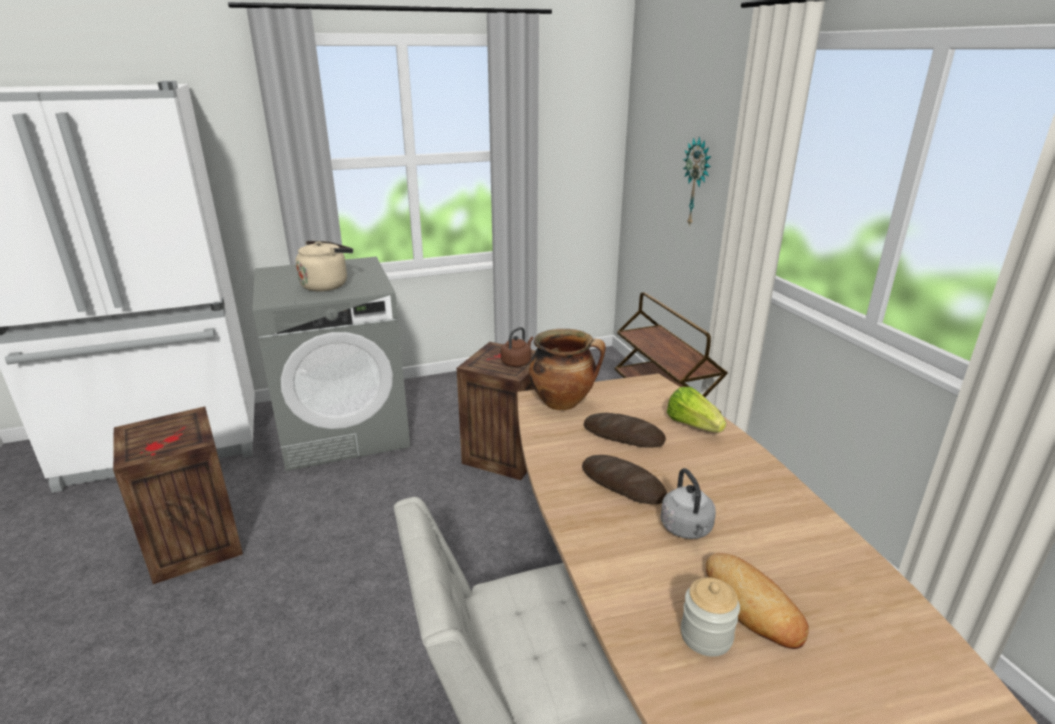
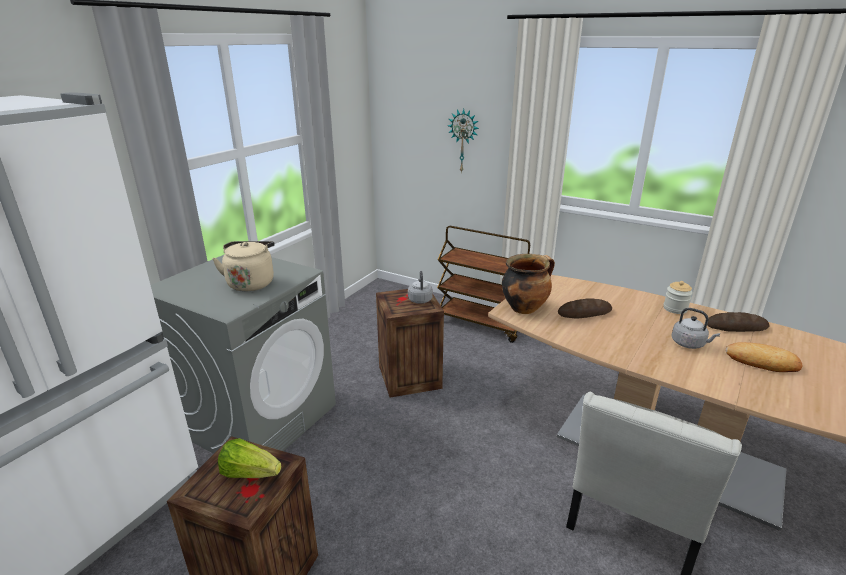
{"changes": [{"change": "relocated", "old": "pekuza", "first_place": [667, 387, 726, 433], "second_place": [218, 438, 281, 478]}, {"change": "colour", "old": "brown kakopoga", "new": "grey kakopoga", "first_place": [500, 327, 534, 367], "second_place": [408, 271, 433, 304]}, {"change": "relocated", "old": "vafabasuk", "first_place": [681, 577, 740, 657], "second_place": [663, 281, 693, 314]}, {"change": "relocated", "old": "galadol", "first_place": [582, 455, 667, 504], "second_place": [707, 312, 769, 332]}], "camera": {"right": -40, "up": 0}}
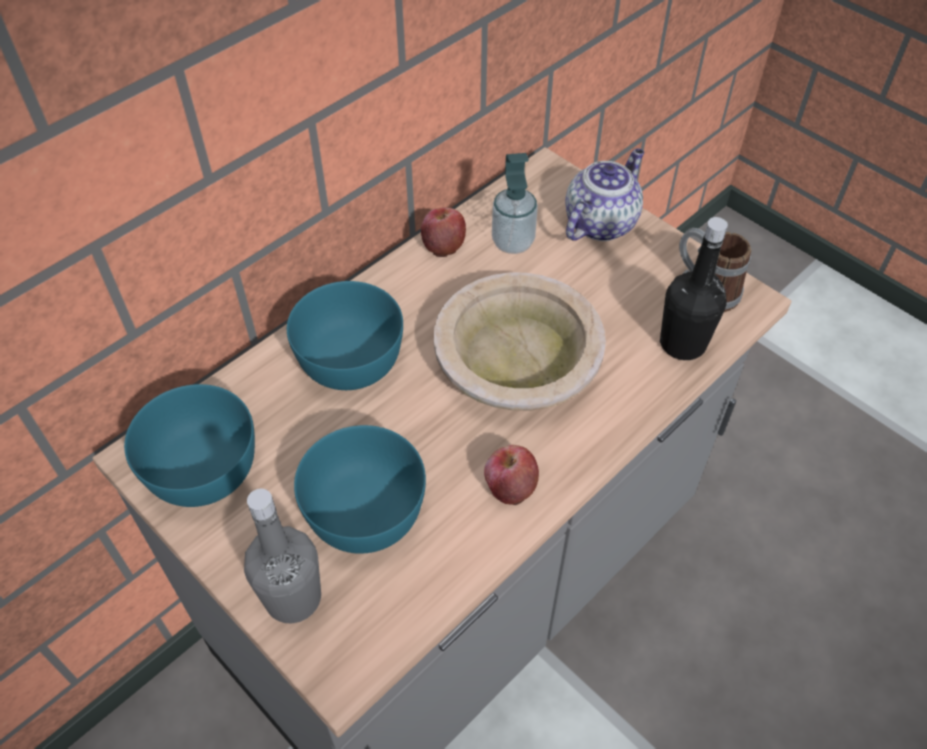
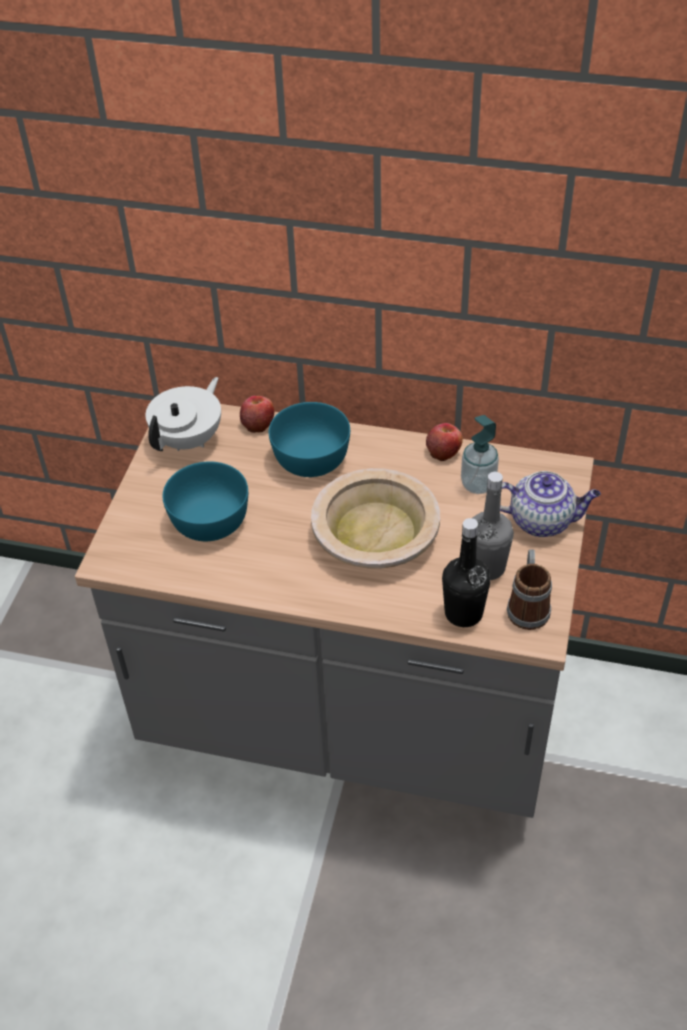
{"changes": [{"change": "exchanged", "old": "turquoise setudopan", "new": "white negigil", "first_place": [124, 384, 255, 507], "second_place": [146, 377, 221, 451]}, {"change": "relocated", "old": "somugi", "first_place": [484, 445, 539, 505], "second_place": [240, 396, 274, 433]}, {"change": "relocated", "old": "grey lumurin", "first_place": [244, 489, 321, 623], "second_place": [473, 472, 514, 580]}], "camera": {"right": 60, "up": -5}}
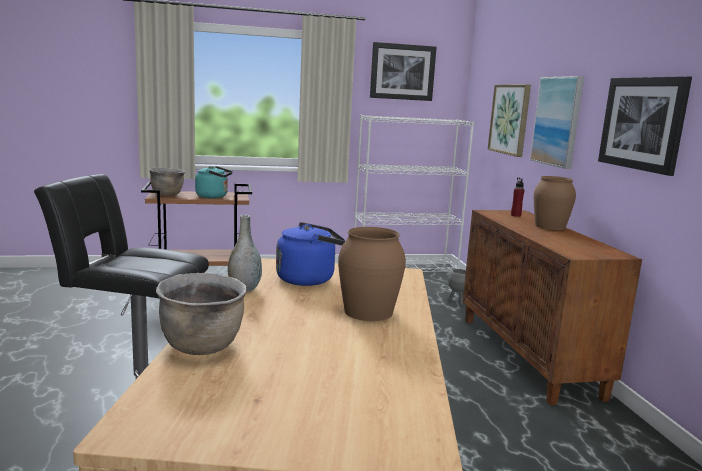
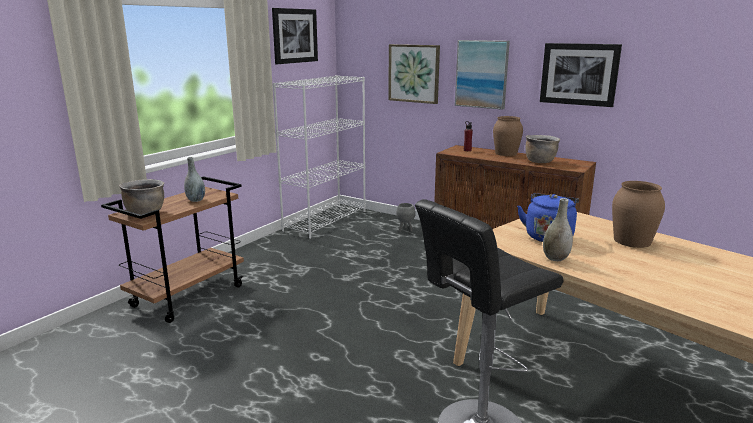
{"changes": [{"change": "exchanged", "old": "turquoise kakopoga", "new": "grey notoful", "first_place": [195, 166, 233, 198], "second_place": [184, 157, 205, 202]}, {"change": "relocated", "old": "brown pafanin", "first_place": [156, 273, 247, 355], "second_place": [525, 135, 560, 163]}], "camera": {"right": -45, "up": 5}}
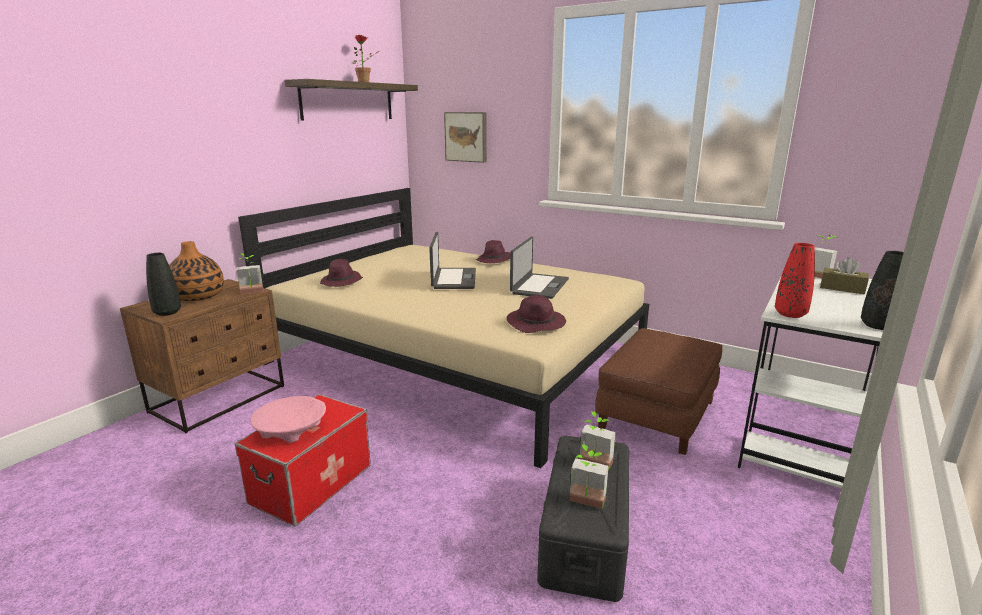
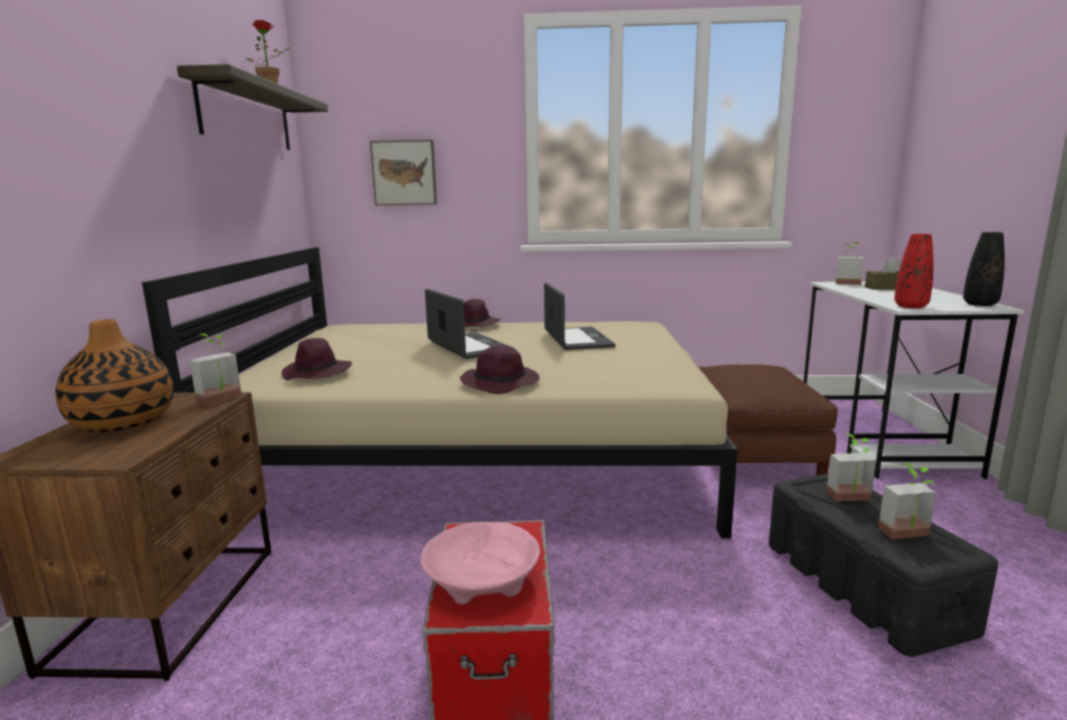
{"changes": [{"change": "relocated", "old": "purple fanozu", "first_place": [507, 295, 566, 333], "second_place": [460, 345, 540, 394]}, {"change": "missing", "old": "black notoful", "first_place": [146, 253, 181, 316]}], "camera": {"right": -30, "up": -5}}
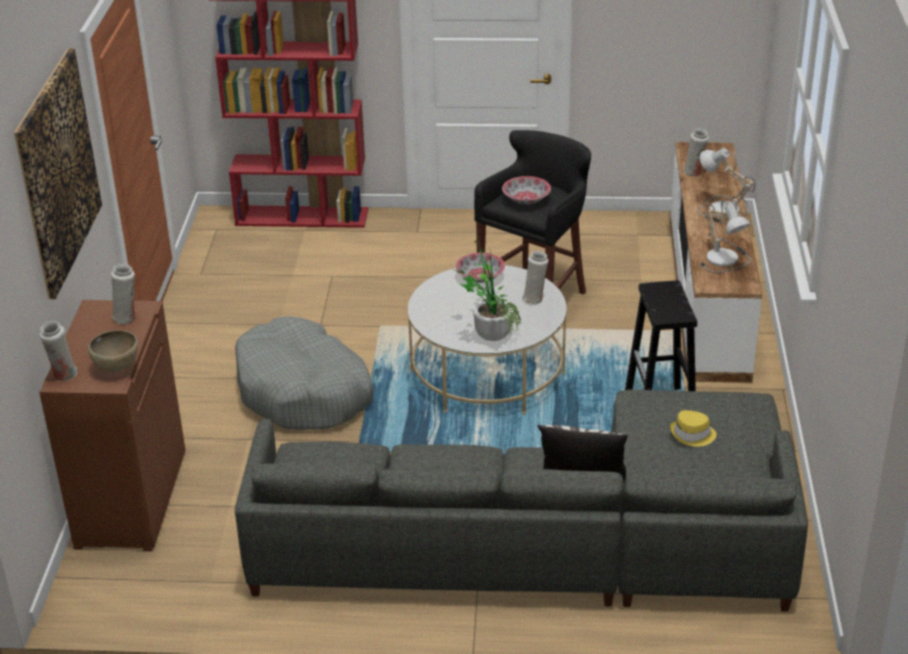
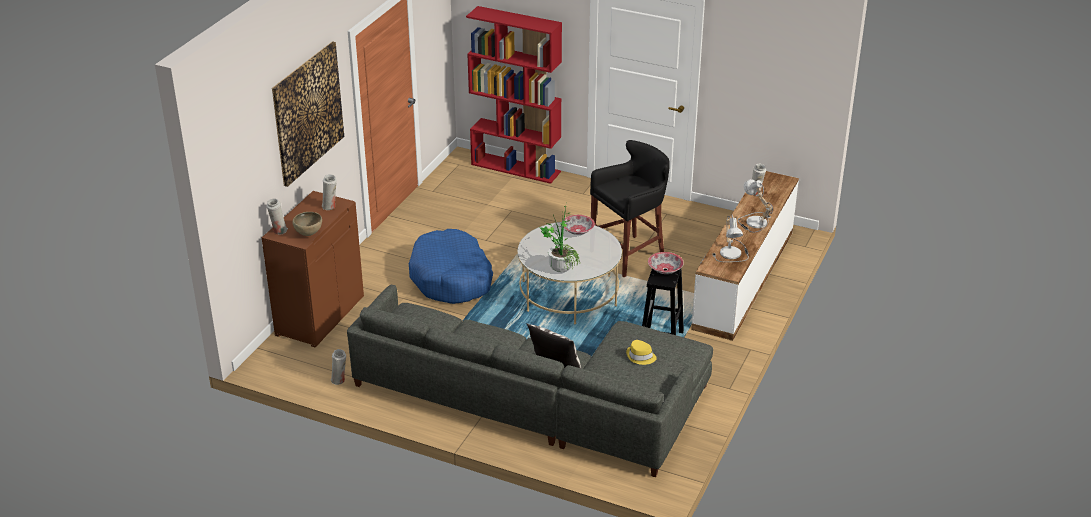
{"changes": [{"change": "relocated", "old": "white notoful", "first_place": [522, 251, 548, 304], "second_place": [331, 349, 346, 385]}, {"change": "colour", "old": "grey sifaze", "new": "blue sifaze", "first_place": [235, 316, 374, 430], "second_place": [409, 229, 493, 304]}, {"change": "relocated", "old": "setudopan", "first_place": [502, 176, 551, 204], "second_place": [648, 252, 684, 274]}], "camera": {"right": 20, "up": 0}}
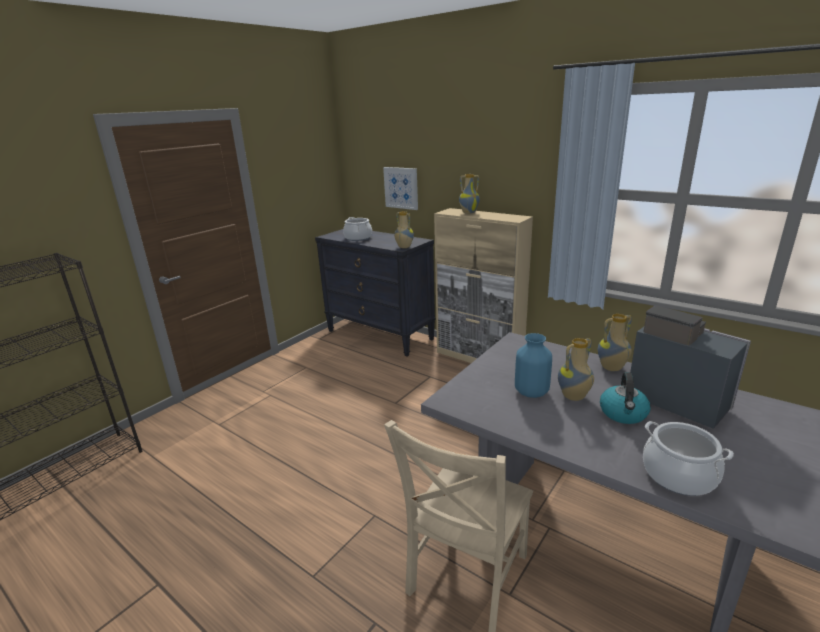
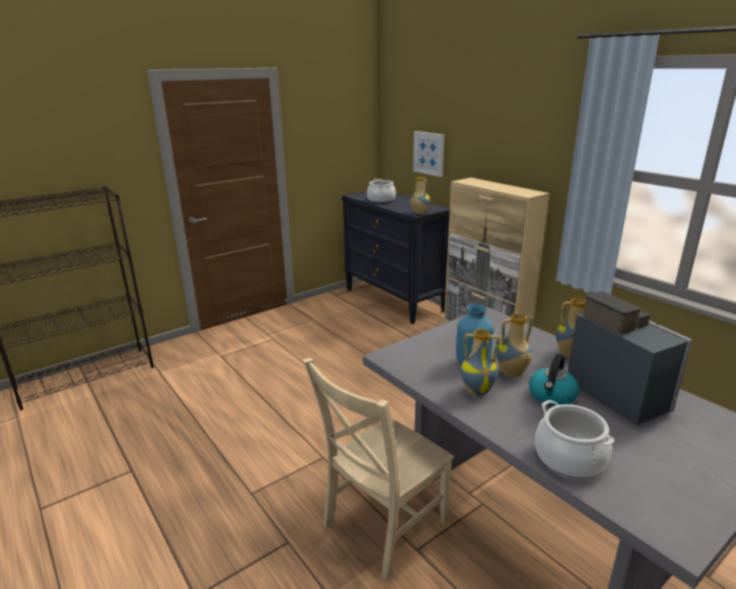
{"changes": [{"change": "relocated", "old": "notoful", "first_place": [459, 174, 480, 214], "second_place": [460, 329, 500, 396]}], "camera": {"right": 15, "up": 0}}
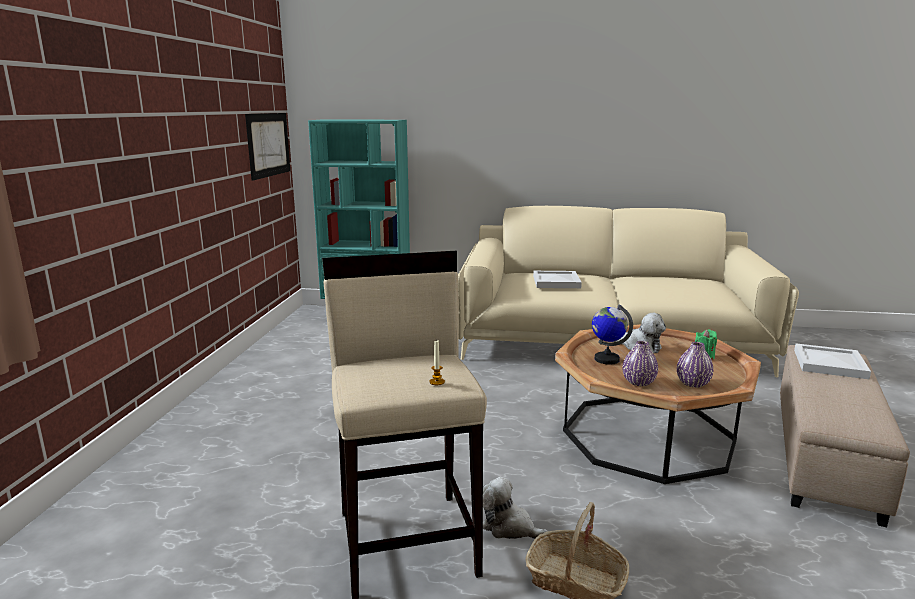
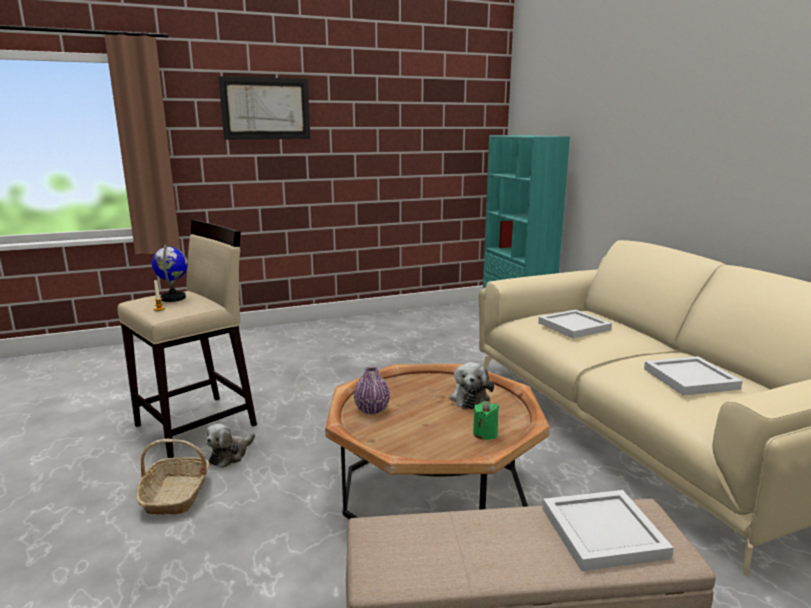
{"changes": [{"change": "relocated", "old": "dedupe", "first_place": [592, 304, 633, 365], "second_place": [152, 244, 188, 302]}, {"change": "spun", "old": "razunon", "first_place": [483, 477, 548, 539], "second_place": [205, 424, 255, 468], "degrees": -150}, {"change": "relocated", "old": "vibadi", "first_place": [245, 113, 290, 181], "second_place": [218, 76, 310, 140]}, {"change": "appeared", "new": "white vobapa", "second_place": [644, 356, 743, 396]}, {"change": "missing", "old": "purple notoful", "first_place": [677, 342, 713, 388]}], "camera": {"right": 60, "up": 0}}
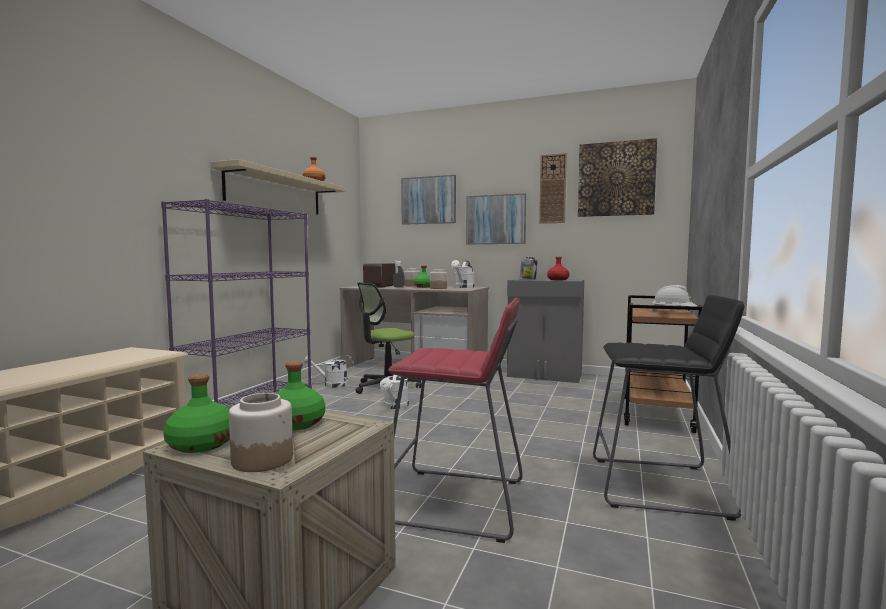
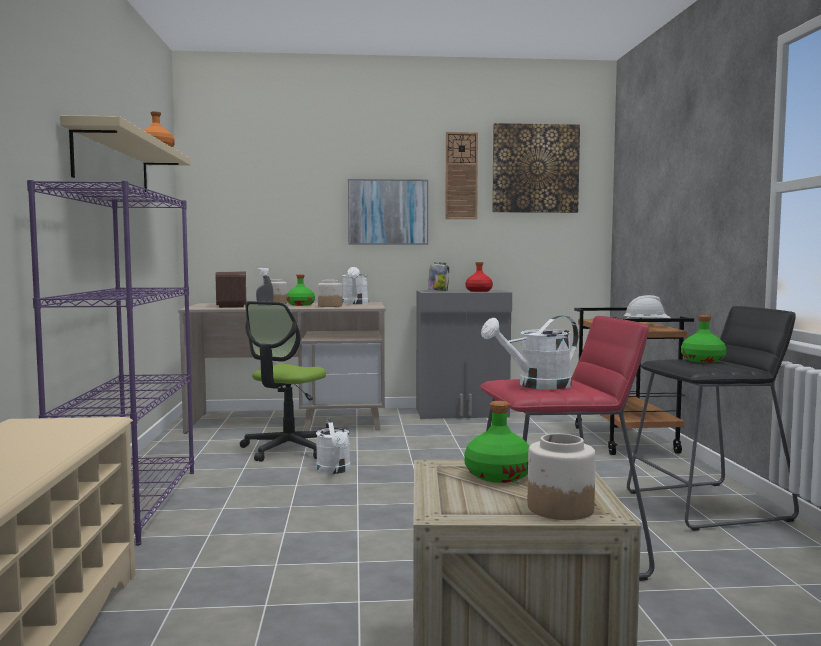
{"changes": [{"change": "relocated", "old": "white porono", "first_place": [304, 355, 353, 387], "second_place": [481, 316, 578, 389]}, {"change": "relocated", "old": "green lumurin", "first_place": [163, 374, 230, 453], "second_place": [681, 315, 726, 363]}, {"change": "missing", "old": "vibadi", "first_place": [401, 175, 456, 225]}], "camera": {"right": -25, "up": 0}}
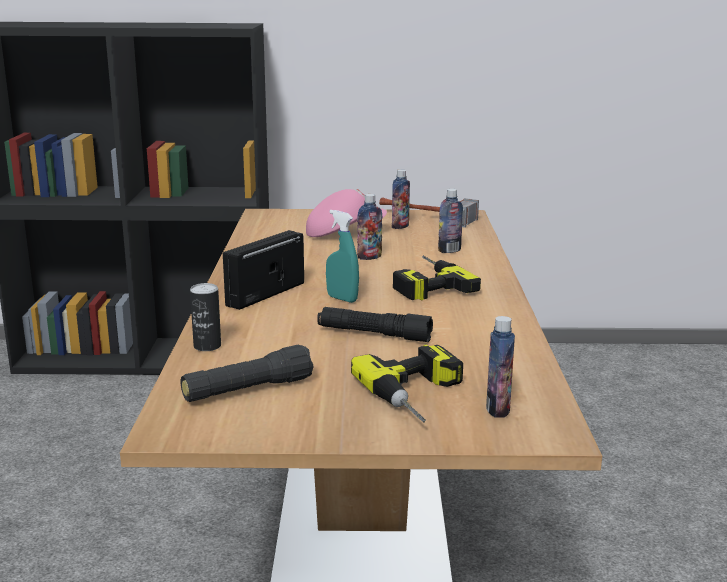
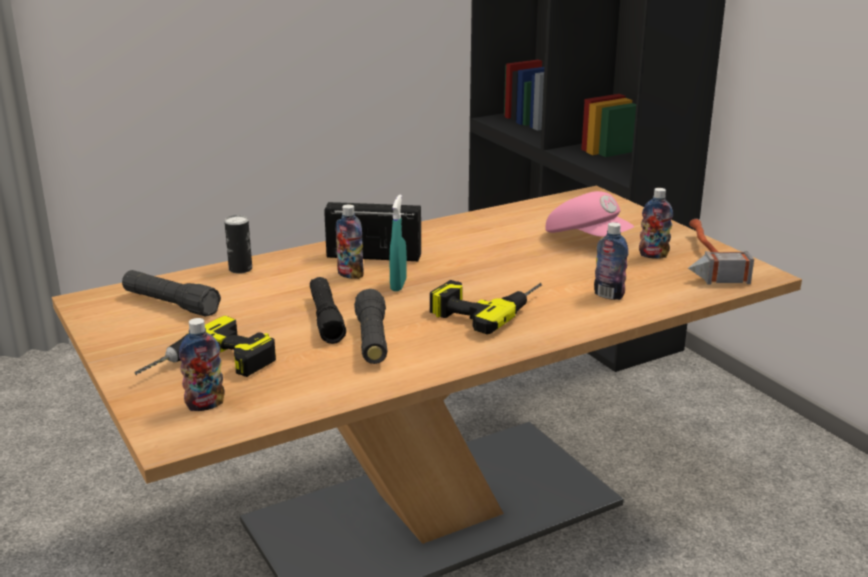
{"changes": [{"change": "relocated", "old": "lumurin", "first_place": [357, 194, 382, 260], "second_place": [336, 204, 364, 279]}, {"change": "appeared", "new": "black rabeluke", "second_place": [354, 289, 387, 364]}], "camera": {"right": 60, "up": 5}}
